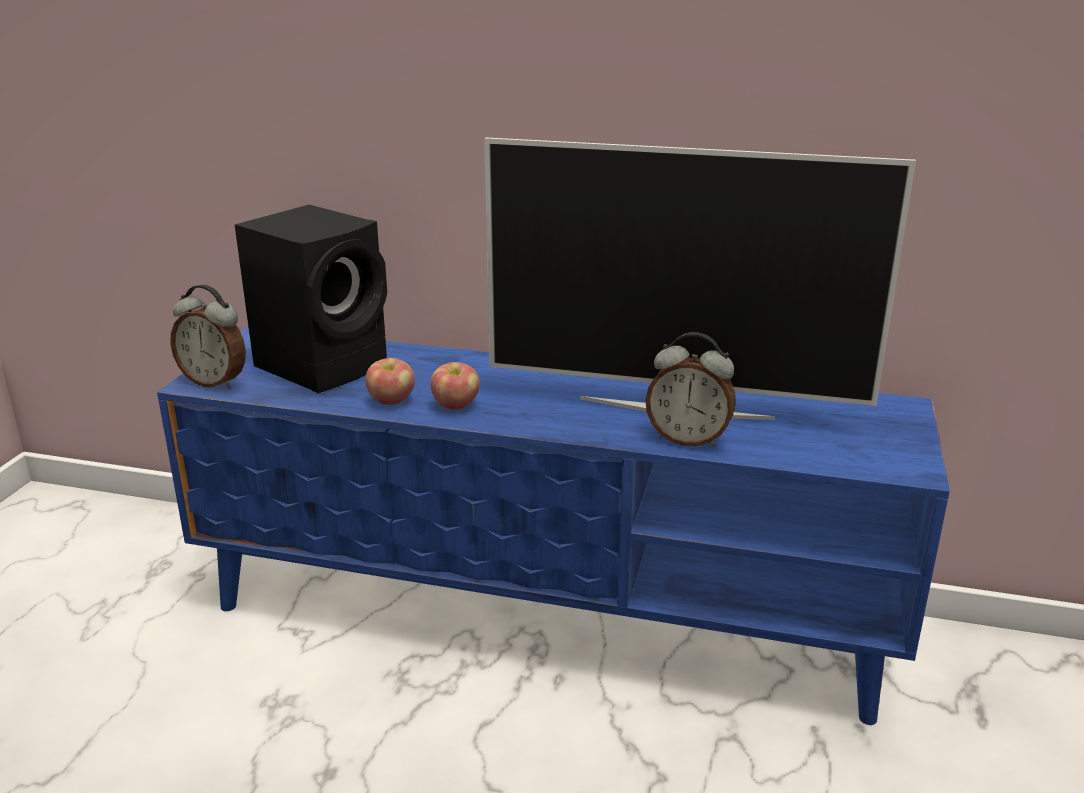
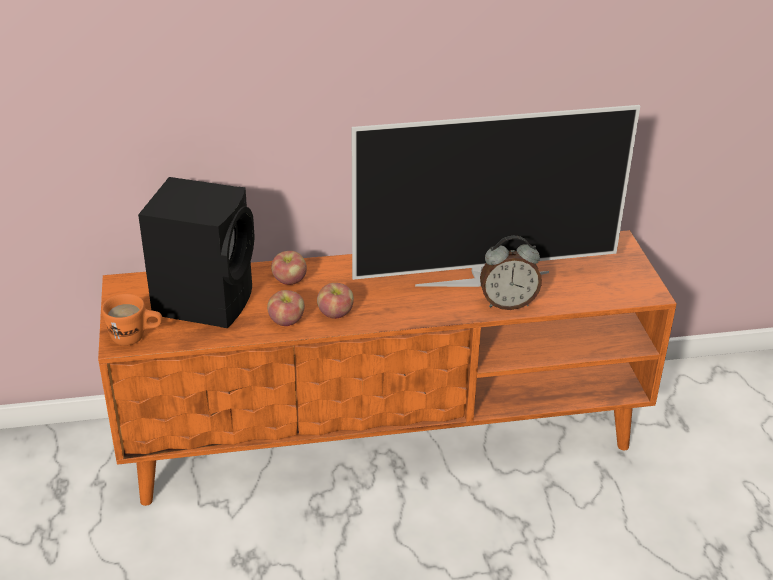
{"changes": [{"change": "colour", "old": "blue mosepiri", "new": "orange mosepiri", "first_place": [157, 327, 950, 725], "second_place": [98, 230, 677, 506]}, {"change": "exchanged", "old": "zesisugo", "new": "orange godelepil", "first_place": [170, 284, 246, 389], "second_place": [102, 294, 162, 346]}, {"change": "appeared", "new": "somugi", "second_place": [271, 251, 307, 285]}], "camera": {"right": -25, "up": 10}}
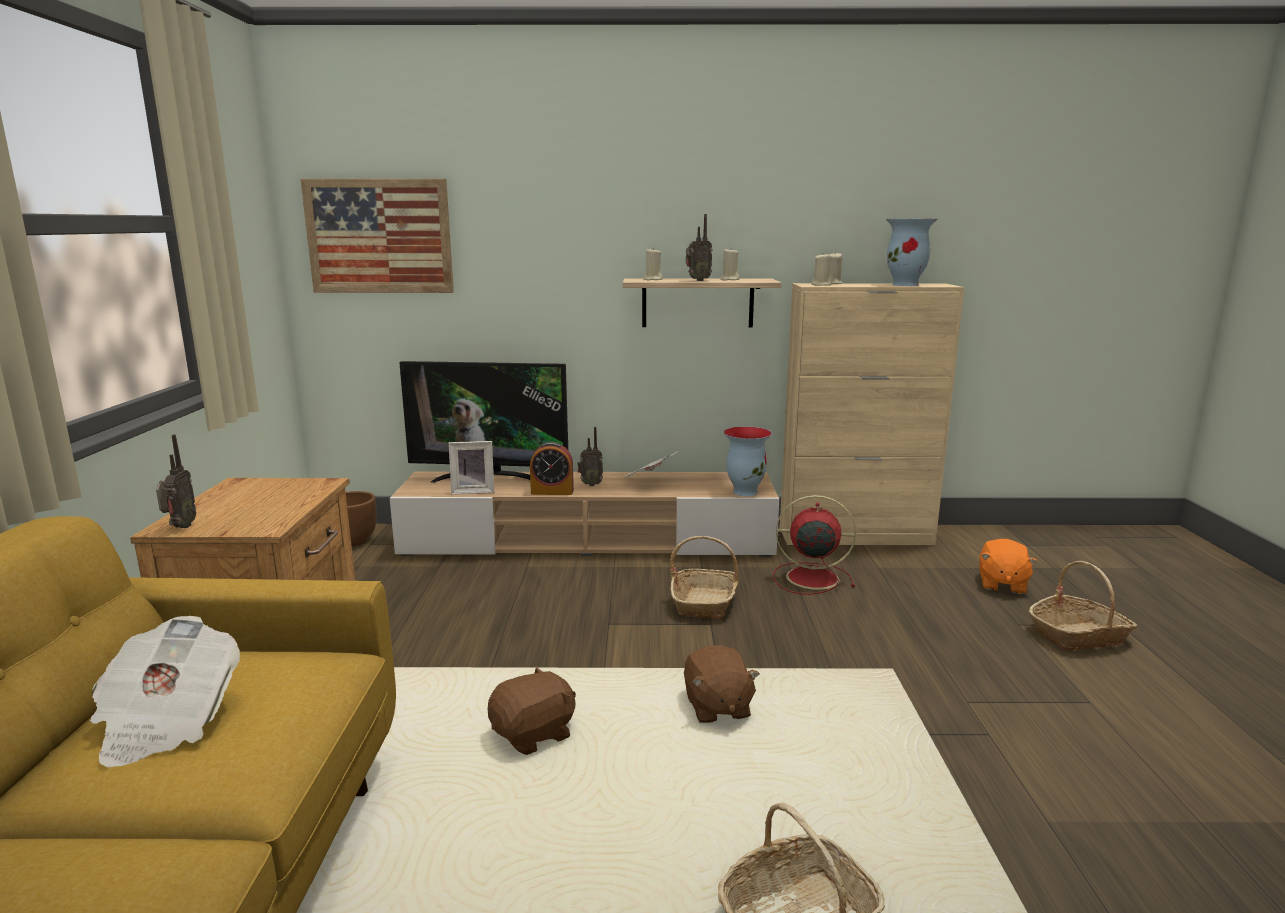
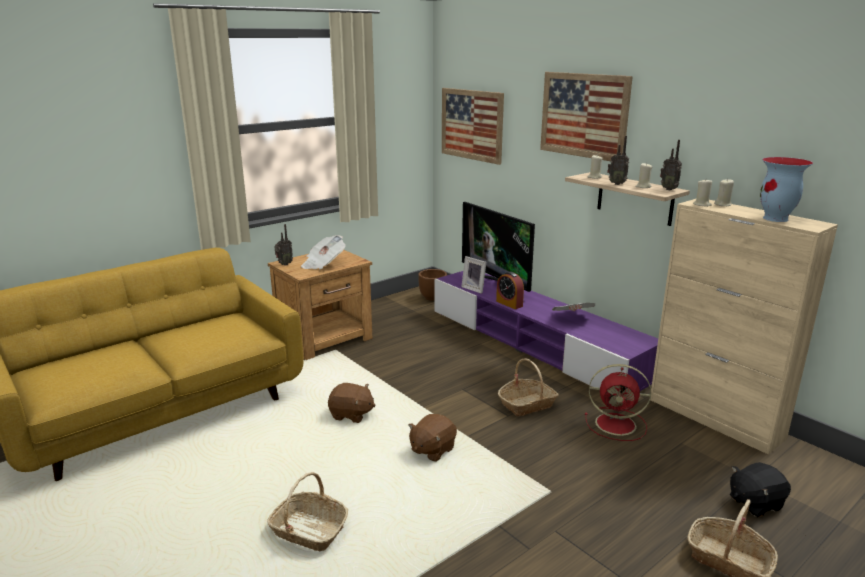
{"changes": [{"change": "relocated", "old": "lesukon", "first_place": [90, 616, 240, 768], "second_place": [301, 235, 346, 269]}, {"change": "colour", "old": "beige mosepiri", "new": "purple mosepiri", "first_place": [390, 472, 779, 557], "second_place": [434, 271, 658, 391]}, {"change": "appeared", "new": "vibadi", "second_place": [540, 72, 633, 161]}, {"change": "spun", "old": "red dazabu", "first_place": [773, 495, 856, 595], "second_place": [585, 364, 651, 441], "degrees": 135}, {"change": "relocated", "old": "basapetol", "first_place": [578, 427, 603, 486], "second_place": [660, 140, 682, 190]}, {"change": "colour", "old": "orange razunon", "new": "black razunon", "first_place": [979, 539, 1038, 594], "second_place": [730, 462, 791, 517]}, {"change": "missing", "old": "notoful", "first_place": [724, 427, 772, 496]}], "camera": {"right": 50, "up": 5}}
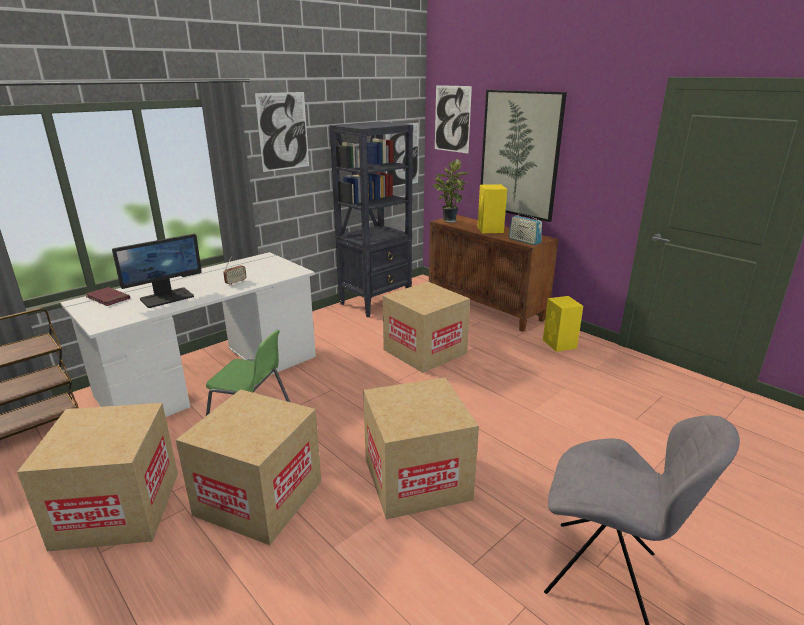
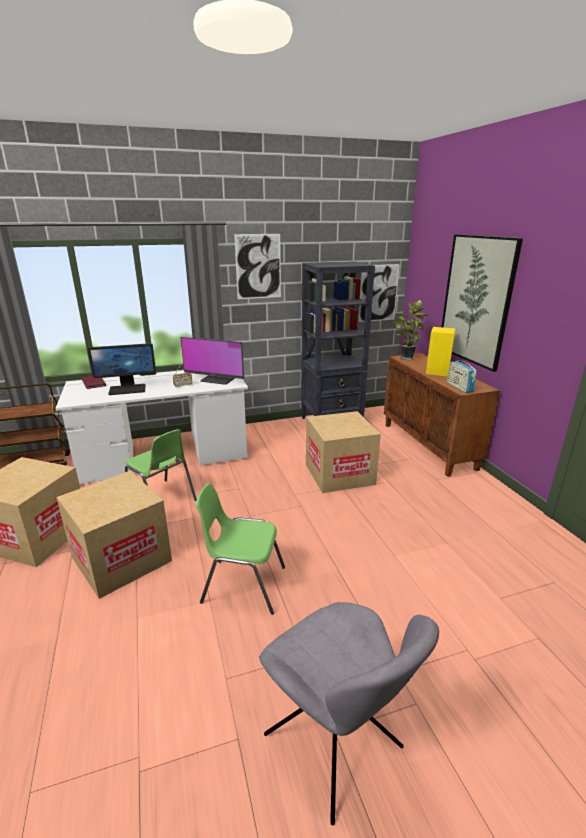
{"changes": [{"change": "appeared", "new": "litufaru", "second_place": [180, 337, 244, 385]}, {"change": "exchanged", "old": "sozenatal", "new": "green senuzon", "first_place": [363, 377, 479, 519], "second_place": [195, 483, 285, 615]}, {"change": "missing", "old": "vibadi", "first_place": [435, 85, 472, 154]}, {"change": "missing", "old": "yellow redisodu", "first_place": [543, 296, 583, 352]}], "camera": {"right": 25, "up": 0}}
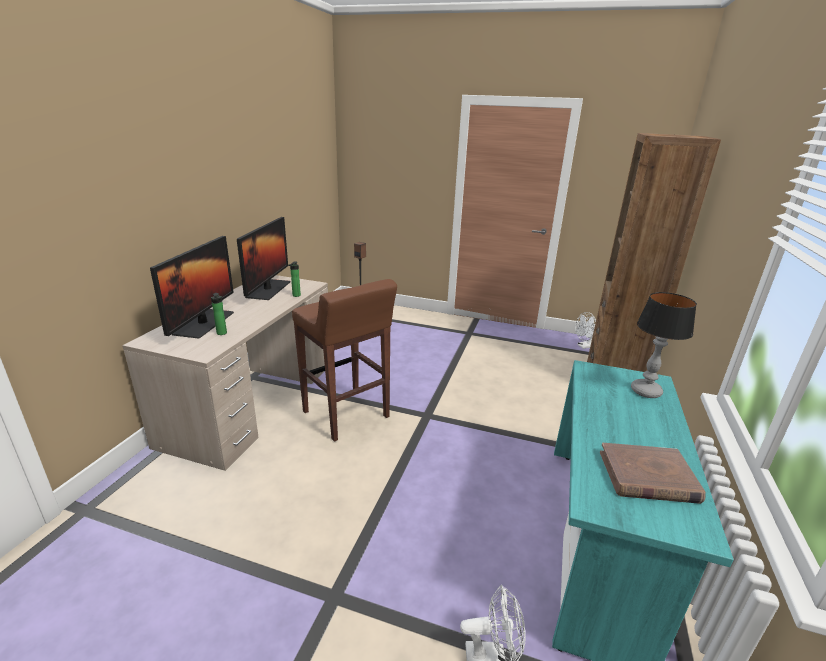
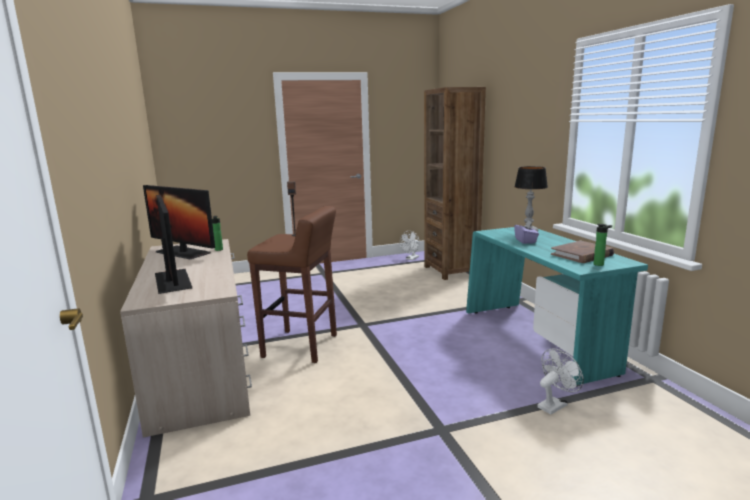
{"changes": [{"change": "spun", "old": "litufaru", "first_place": [237, 217, 290, 300], "second_place": [143, 185, 215, 259], "degrees": 150}, {"change": "appeared", "new": "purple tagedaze", "second_place": [514, 220, 539, 244]}, {"change": "relocated", "old": "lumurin", "first_place": [211, 293, 227, 335], "second_place": [593, 224, 612, 266]}], "camera": {"right": -35, "up": -10}}
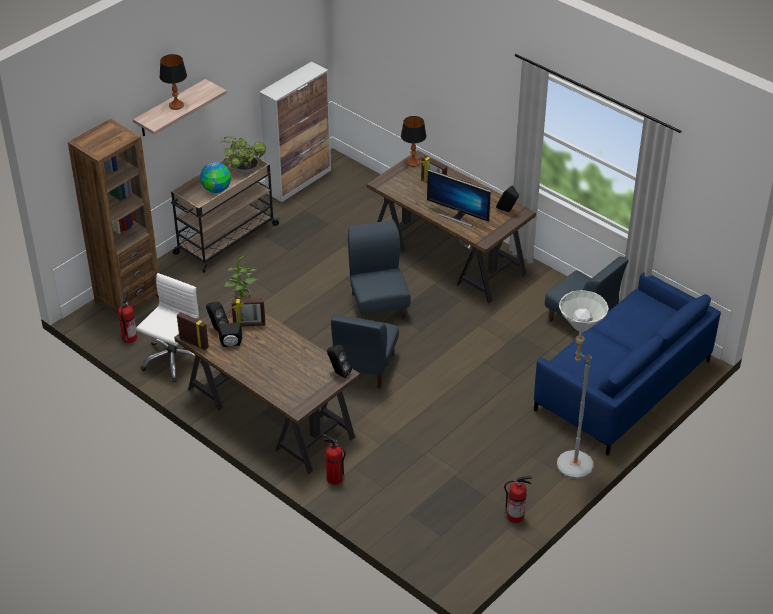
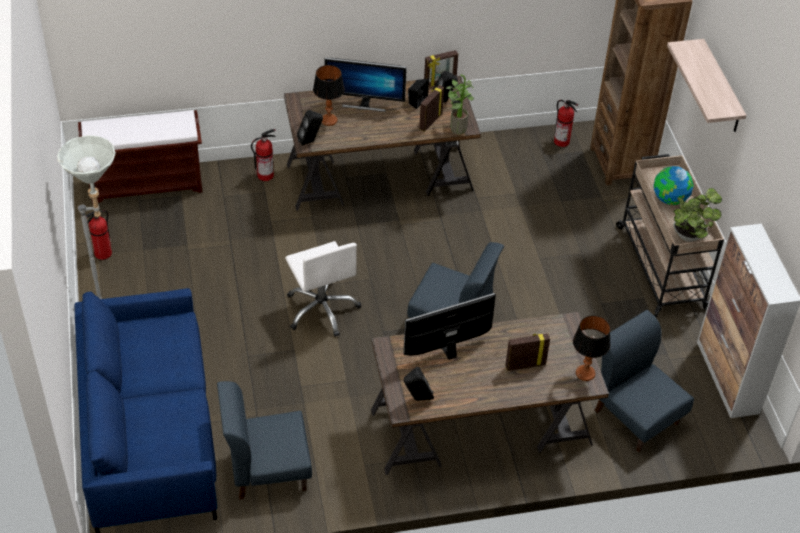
{"changes": [{"change": "appeared", "new": "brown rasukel", "second_place": [78, 110, 203, 204]}, {"change": "relocated", "old": "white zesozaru", "first_place": [136, 273, 202, 383], "second_place": [285, 241, 361, 337]}, {"change": "relocated", "old": "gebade", "first_place": [159, 54, 187, 110], "second_place": [313, 65, 345, 126]}, {"change": "appeared", "new": "litufaru", "second_place": [324, 57, 407, 112]}, {"change": "relocated", "old": "blue senuzon", "first_place": [331, 315, 399, 389], "second_place": [594, 310, 694, 452]}], "camera": {"right": 125, "up": 5}}
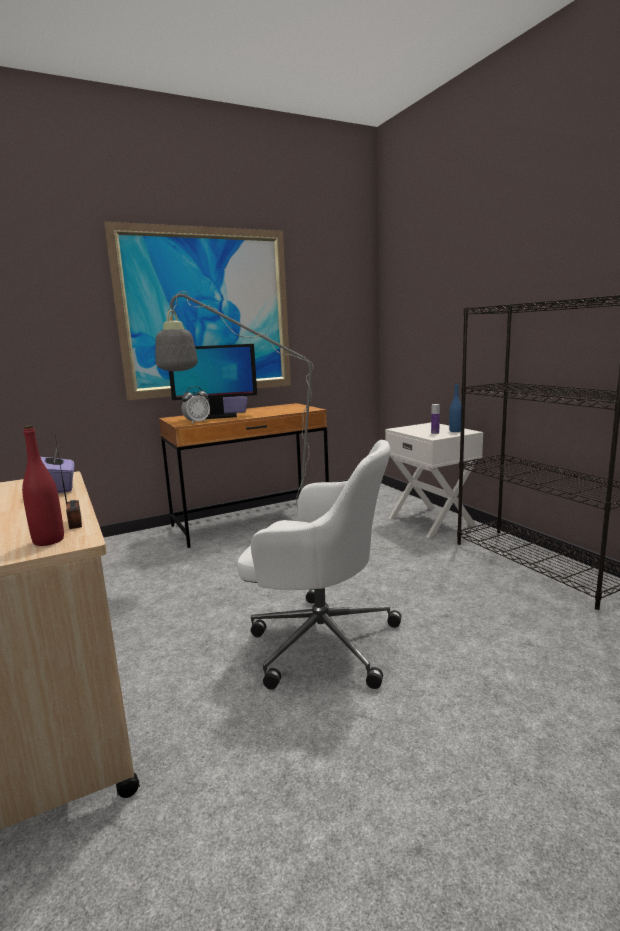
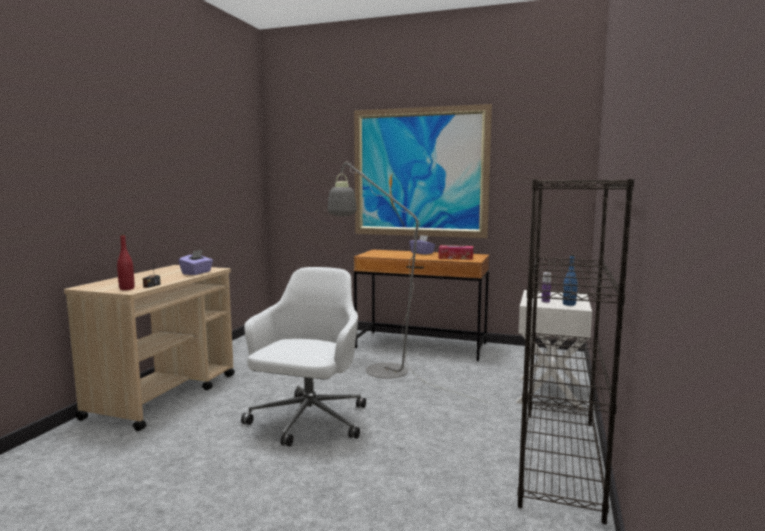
{"changes": [{"change": "spun", "old": "white zesozaru", "first_place": [237, 440, 401, 690], "second_place": [241, 267, 366, 446], "degrees": -135}, {"change": "appeared", "new": "tagedaze", "second_place": [438, 245, 473, 260]}, {"change": "missing", "old": "litufaru", "first_place": [169, 344, 257, 419]}, {"change": "missing", "old": "zesisugo", "first_place": [182, 386, 210, 424]}], "camera": {"right": 45, "up": -5}}
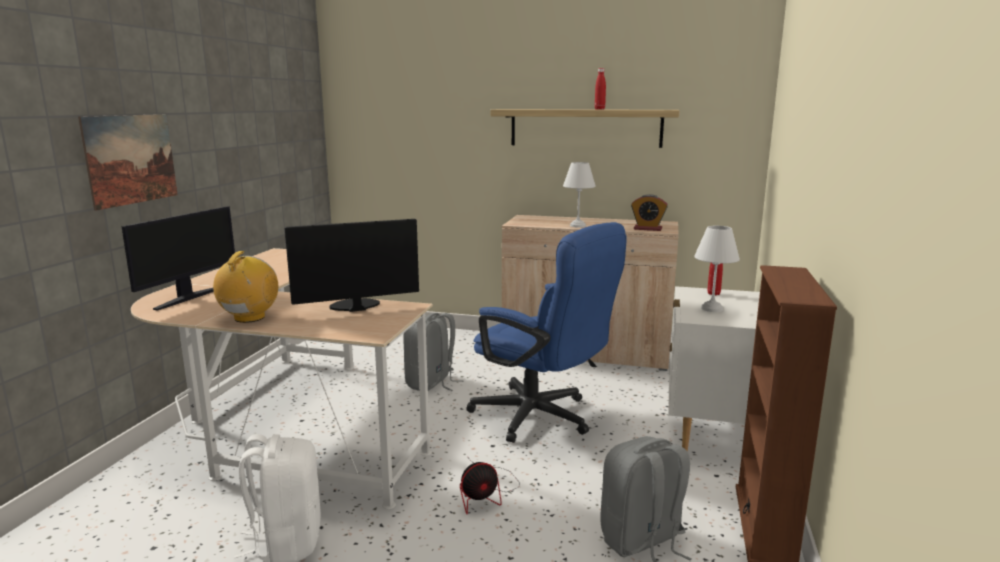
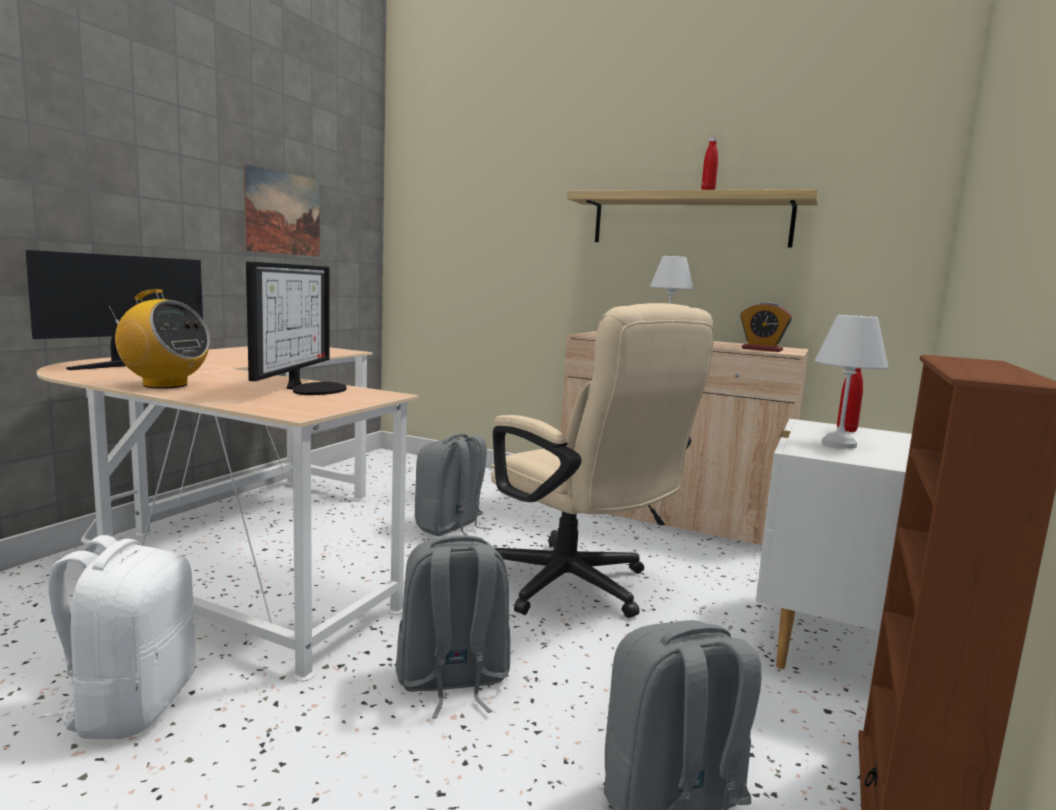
{"changes": [{"change": "spun", "old": "basapetol", "first_place": [213, 251, 278, 323], "second_place": [107, 290, 210, 389], "degrees": 90}, {"change": "relocated", "old": "vibadi", "first_place": [78, 114, 178, 211], "second_place": [243, 164, 320, 257]}, {"change": "spun", "old": "litufaru", "first_place": [285, 219, 419, 312], "second_place": [246, 261, 347, 395], "degrees": 105}, {"change": "exchanged", "old": "dazabu", "new": "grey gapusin", "first_place": [460, 459, 520, 514], "second_place": [396, 535, 510, 719]}, {"change": "colour", "old": "blue zesozaru", "new": "beige zesozaru", "first_place": [466, 222, 627, 443], "second_place": [491, 303, 714, 618]}], "camera": {"right": 10, "up": -5}}
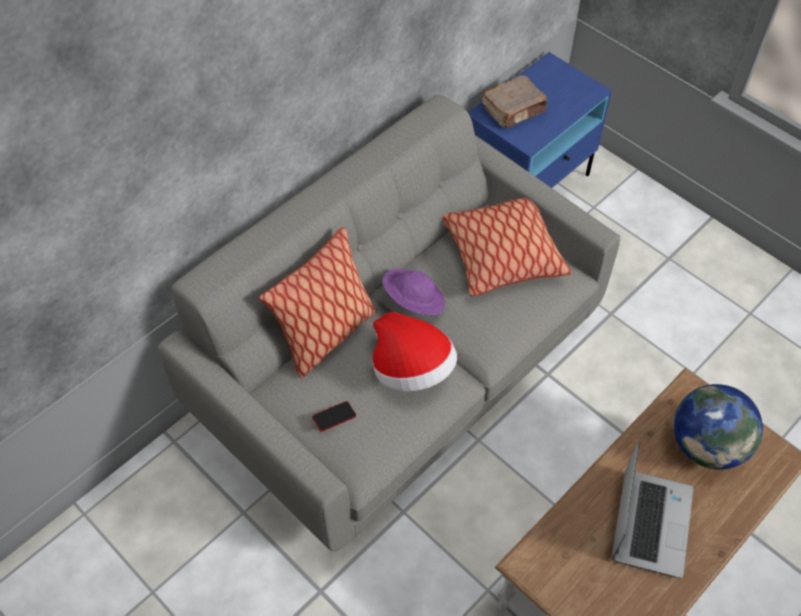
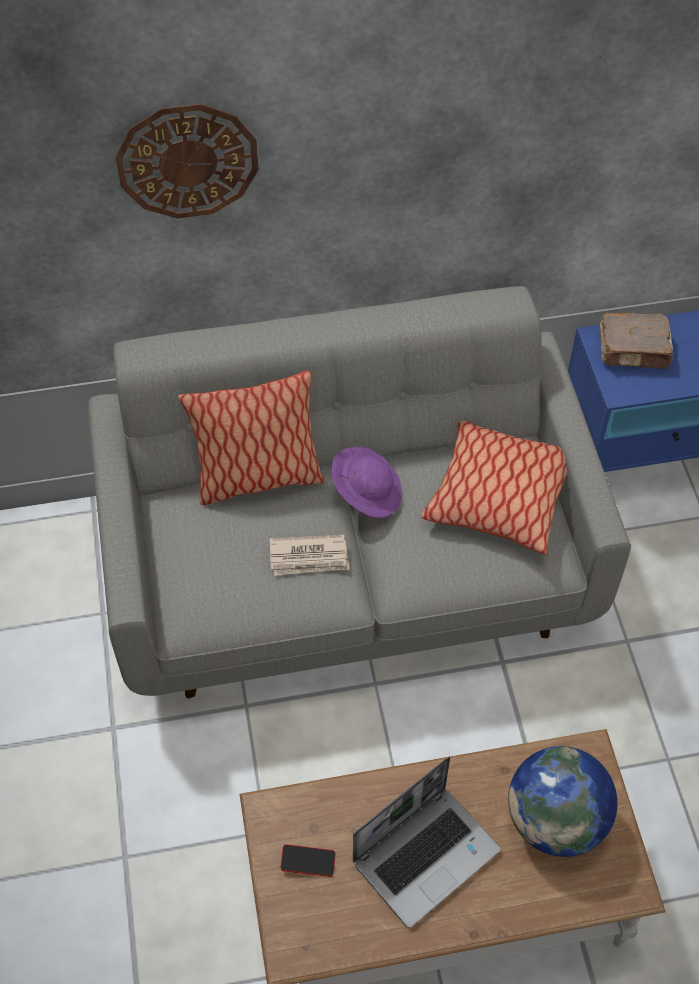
{"changes": [{"change": "appeared", "new": "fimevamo", "second_place": [115, 103, 259, 219]}, {"change": "exchanged", "old": "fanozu", "new": "lesukon", "first_place": [373, 312, 457, 392], "second_place": [270, 535, 349, 576]}, {"change": "relocated", "old": "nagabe", "first_place": [312, 401, 356, 432], "second_place": [280, 844, 336, 877]}], "camera": {"right": 35, "up": 0}}
